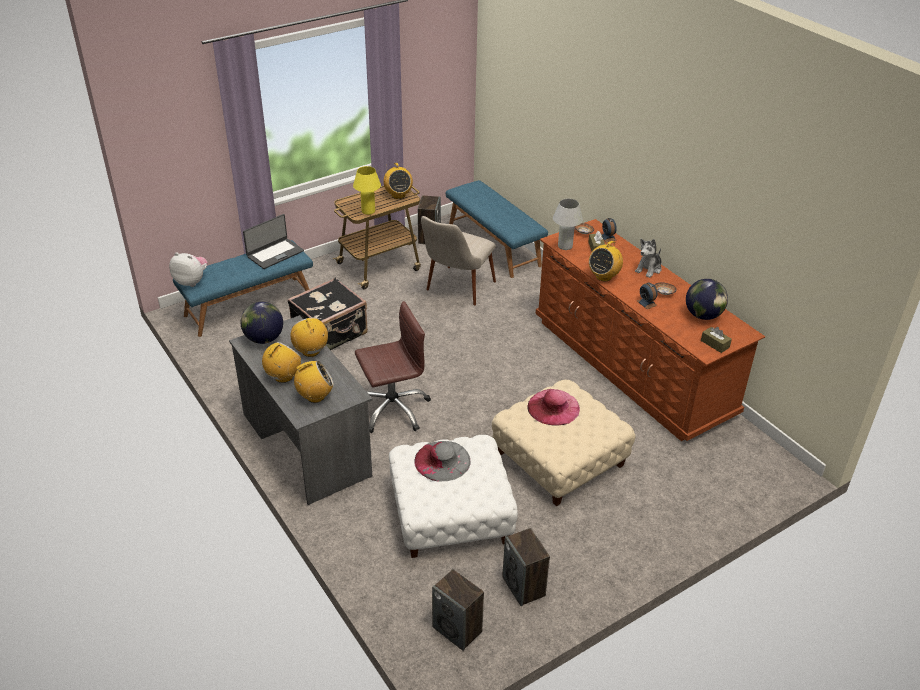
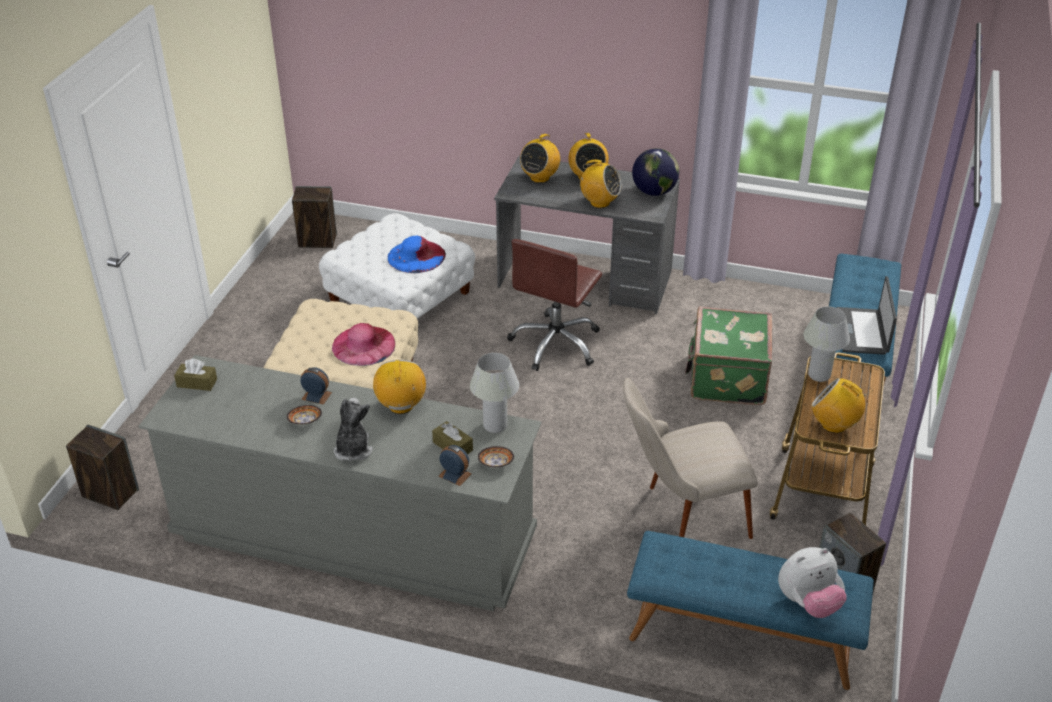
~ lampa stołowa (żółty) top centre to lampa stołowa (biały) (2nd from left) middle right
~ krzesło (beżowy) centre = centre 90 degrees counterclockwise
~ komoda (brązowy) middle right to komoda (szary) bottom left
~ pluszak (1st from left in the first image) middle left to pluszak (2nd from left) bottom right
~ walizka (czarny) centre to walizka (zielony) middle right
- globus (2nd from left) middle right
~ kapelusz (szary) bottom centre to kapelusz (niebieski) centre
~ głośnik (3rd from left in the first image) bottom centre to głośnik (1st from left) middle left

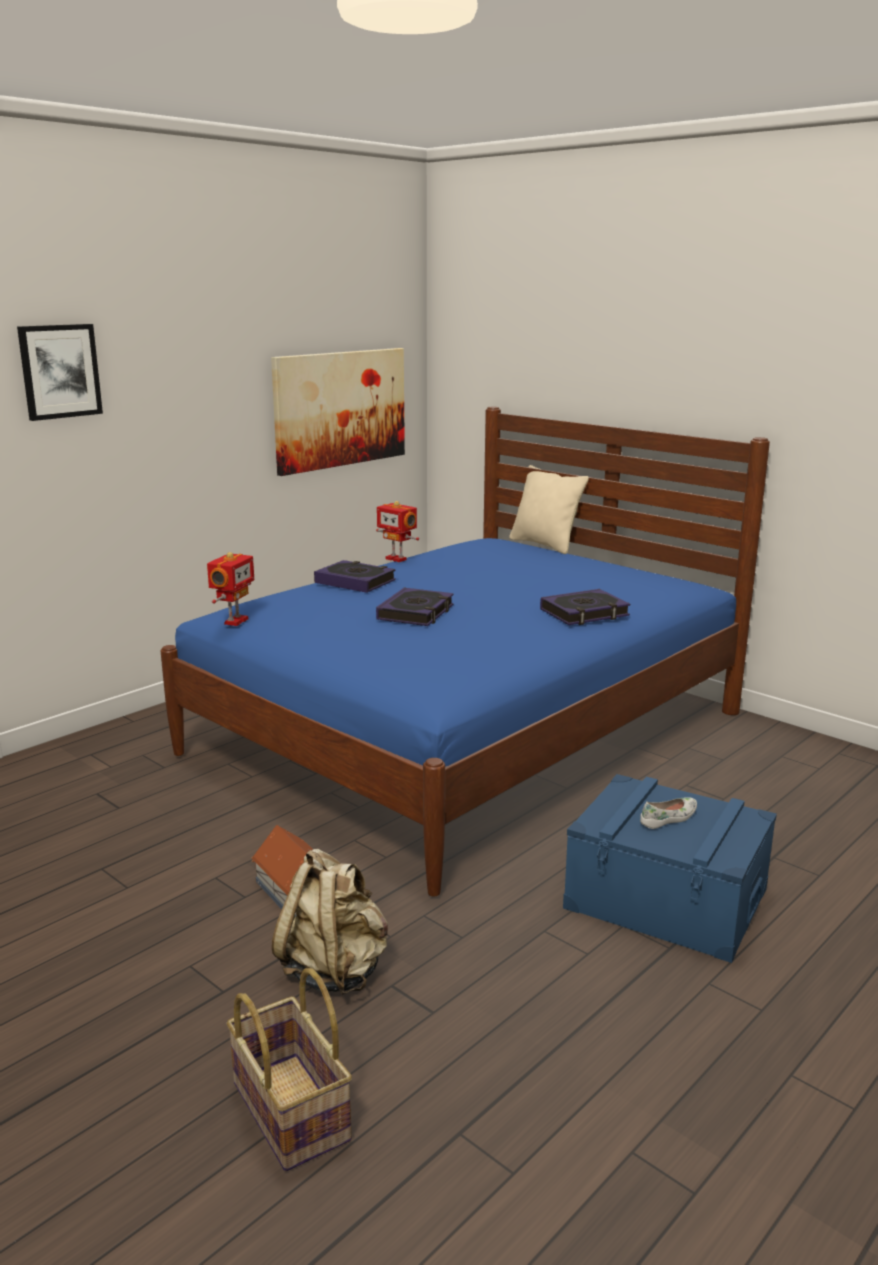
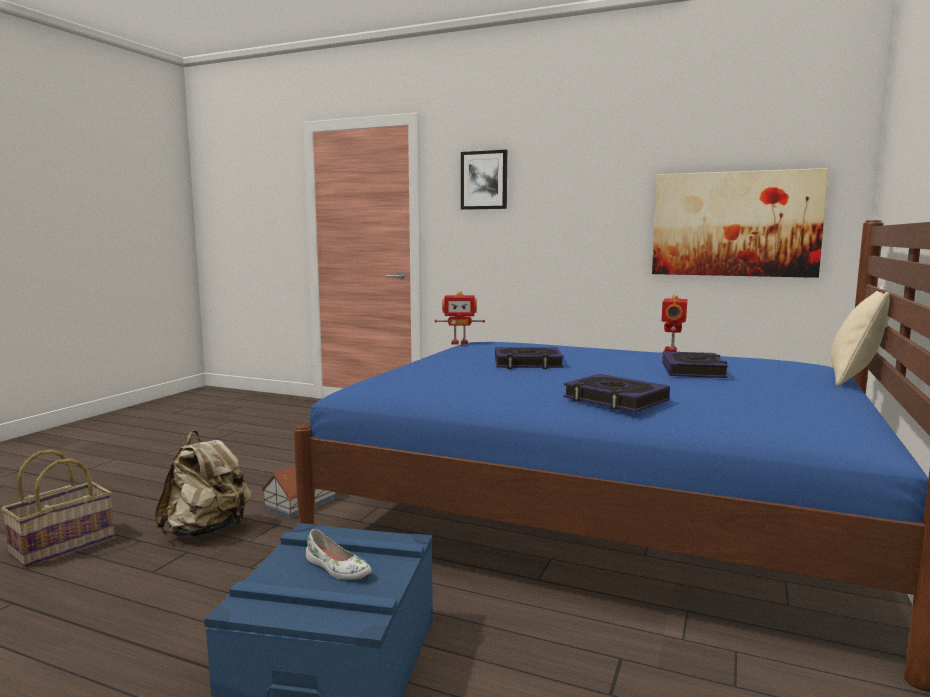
~ książka (1st from left in the first image) centre to książka (3rd from left) middle right

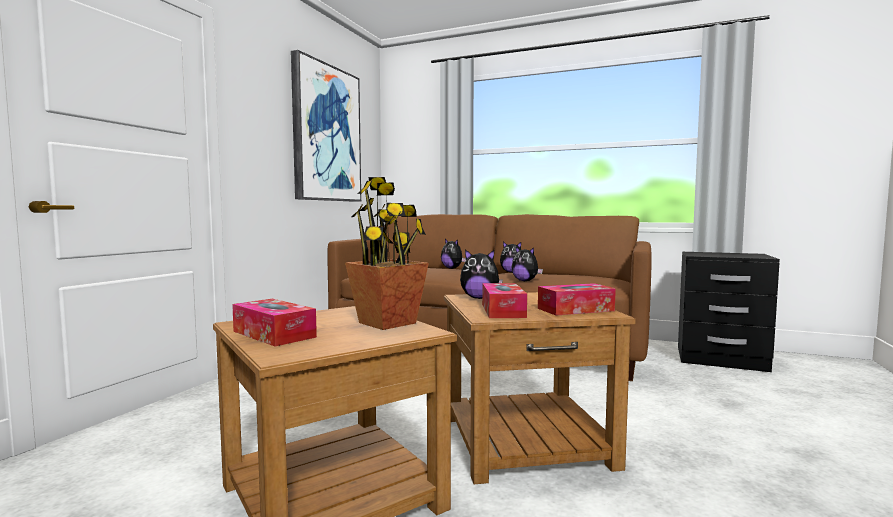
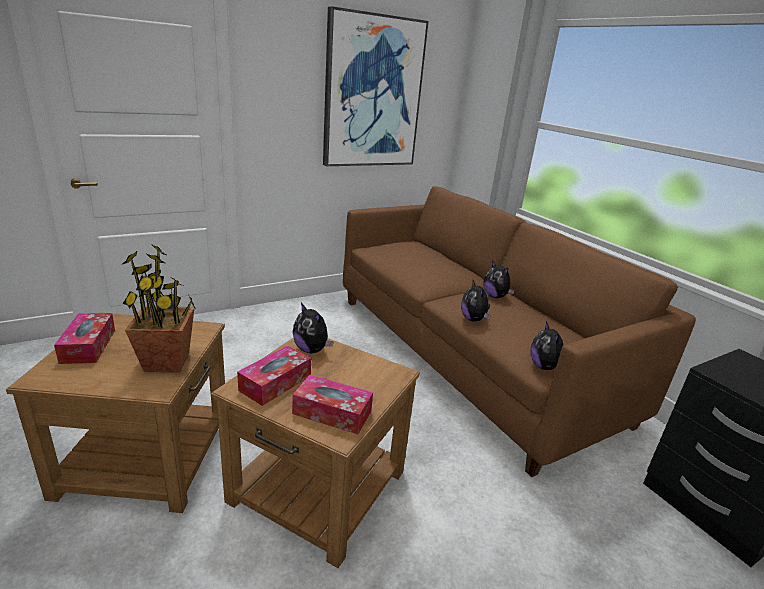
~ pluszak (1st from left in the first image) centre to pluszak (4th from left) middle right

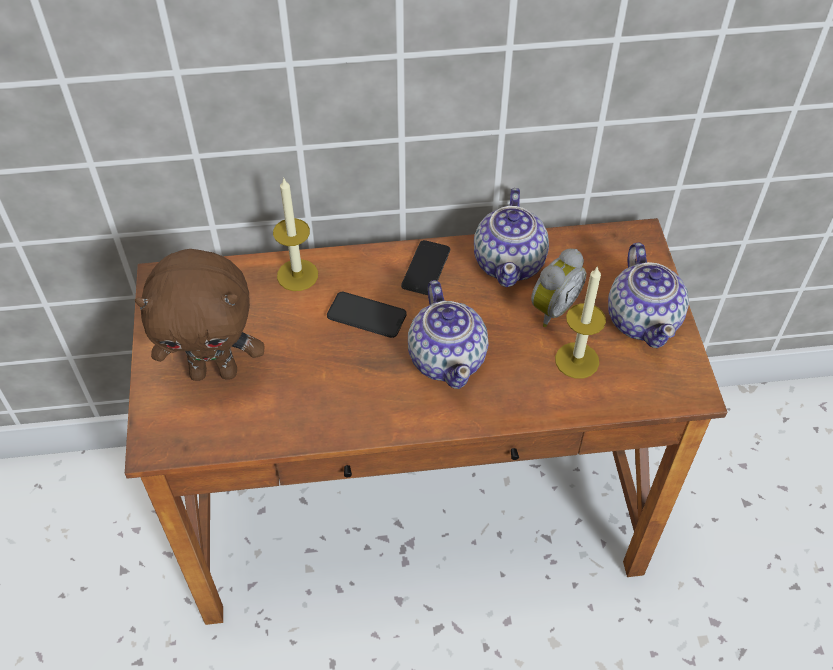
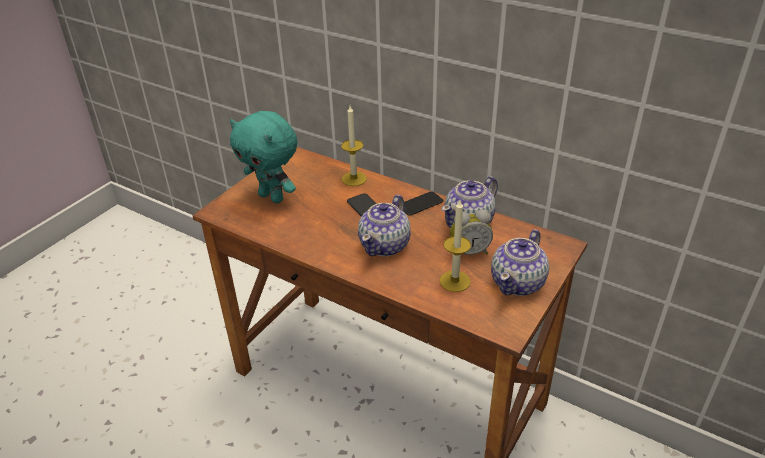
~ pluszak (brązowy) middle left to pluszak (turkusowy) centre

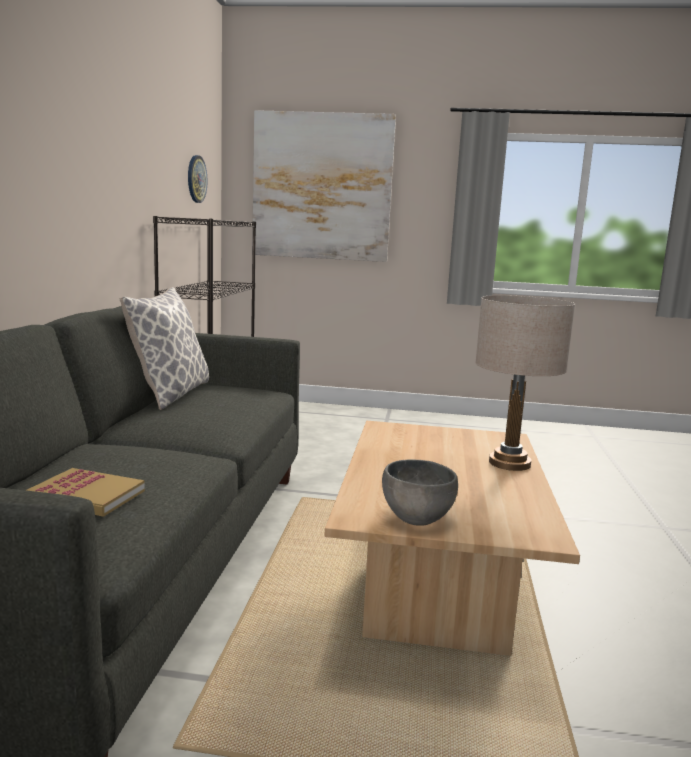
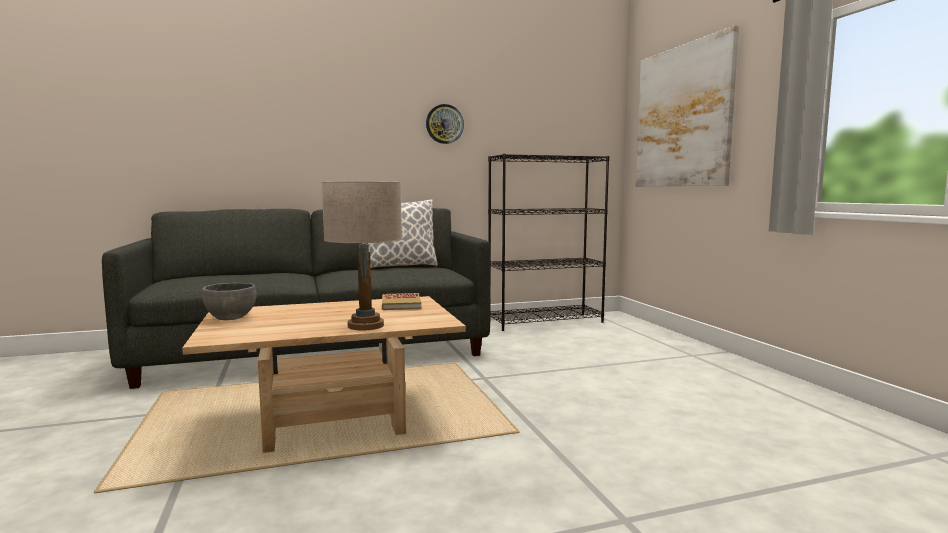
~ zegar ścienny top left to top centre
~ książka middle left to centre

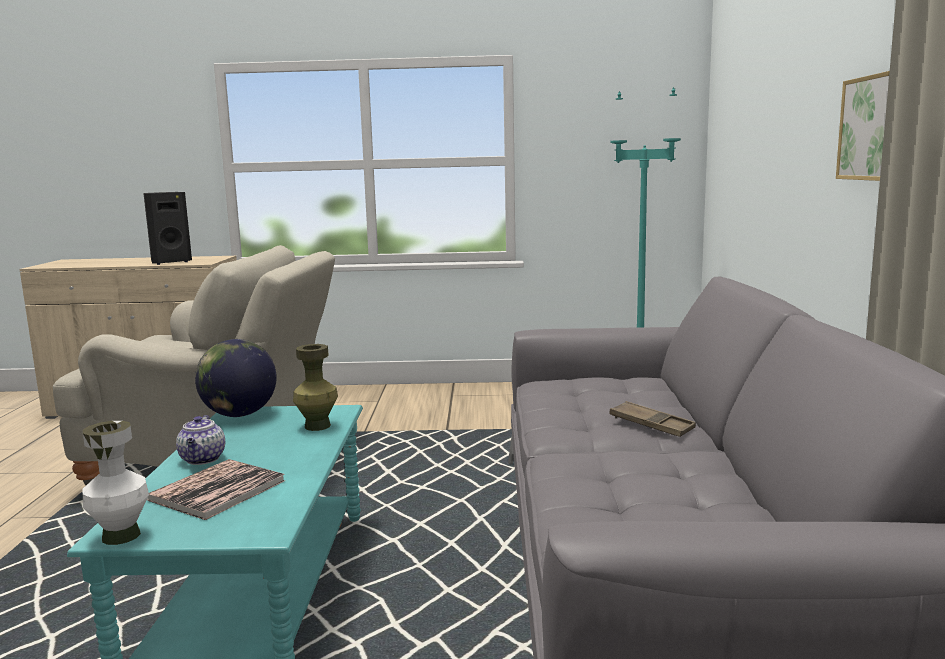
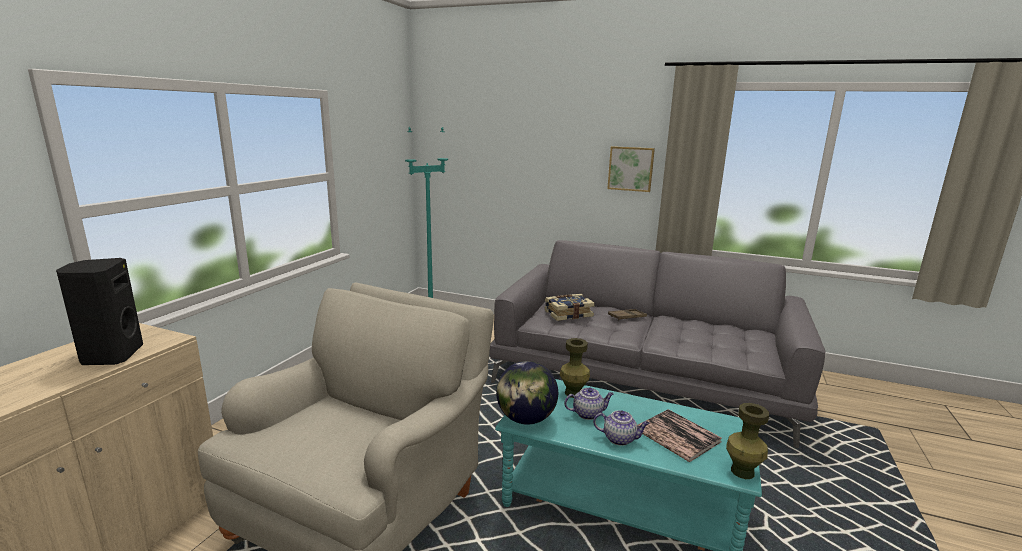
~ wazon (biały) bottom left to wazon (zielony) (2nd from left) bottom right
+ książka (1st from left) centre
+ imbryk (1st from left) bottom centre

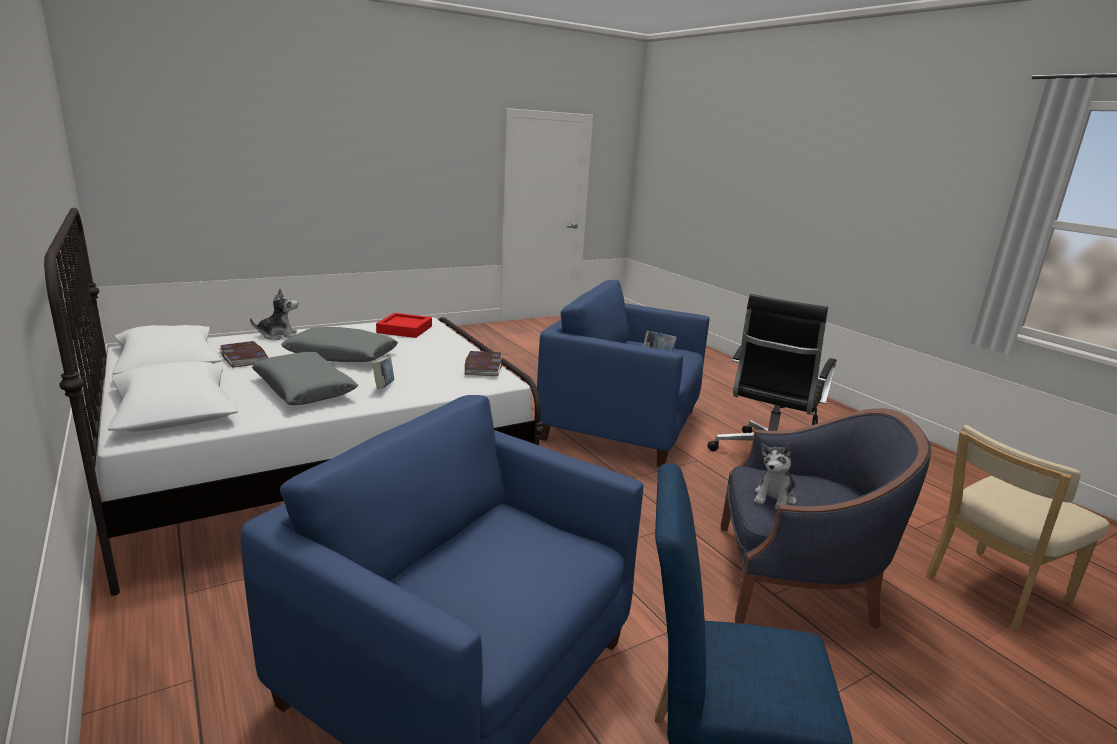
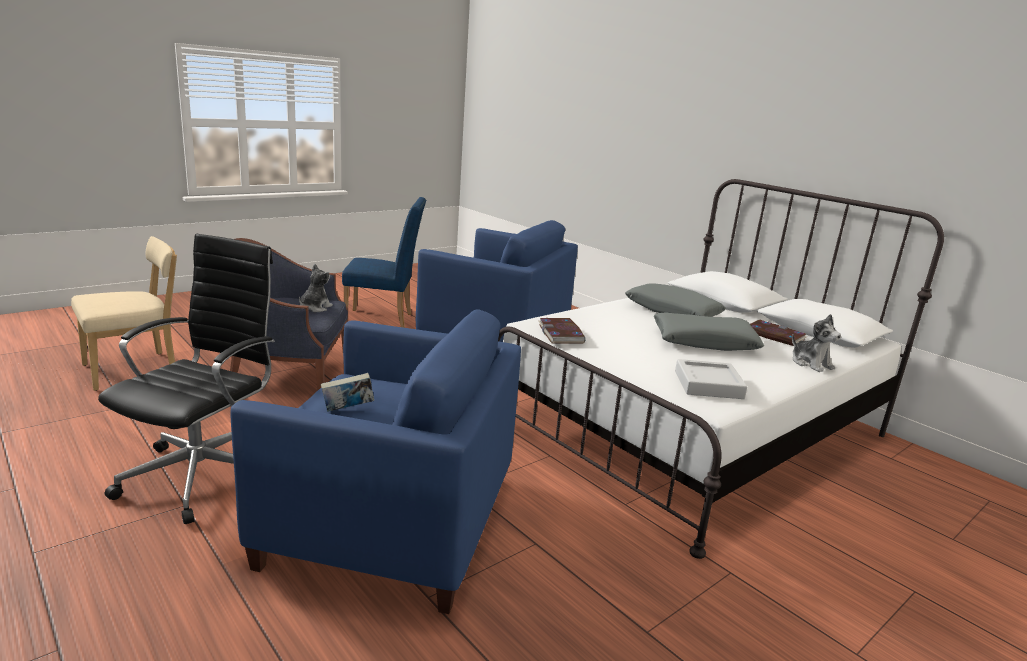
~ pluszak (1st from left in the first image) middle left = middle right 90 degrees counterclockwise
~ taca (czerwony) centre to taca (szary) middle right
- książka (2nd from left) centre

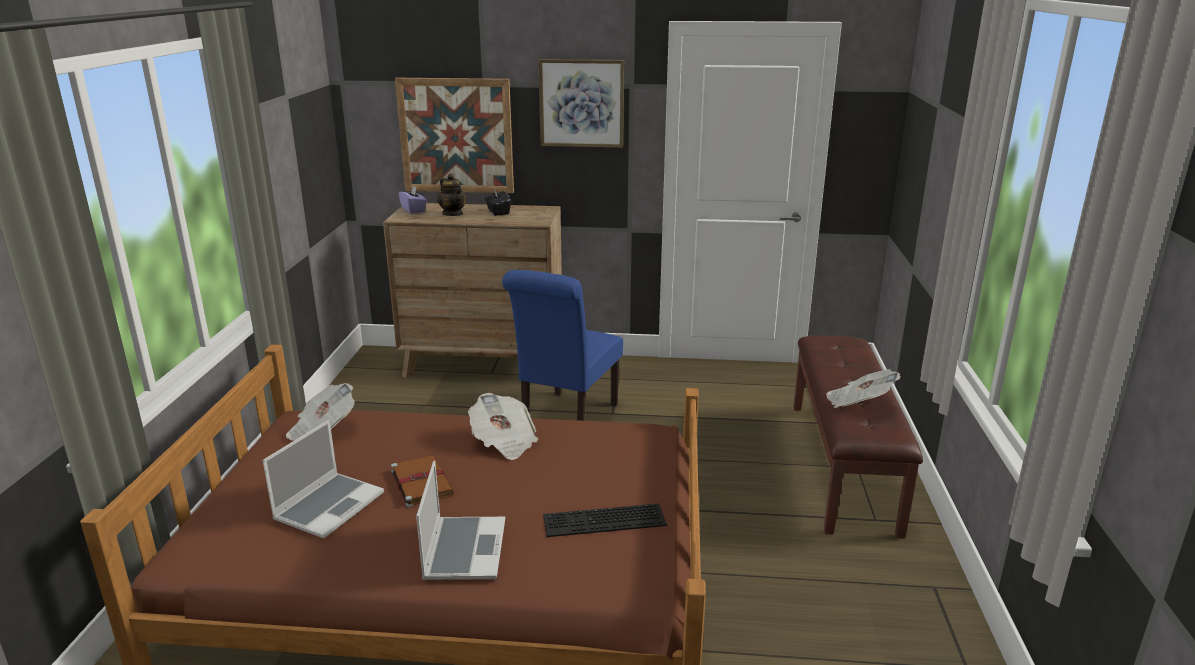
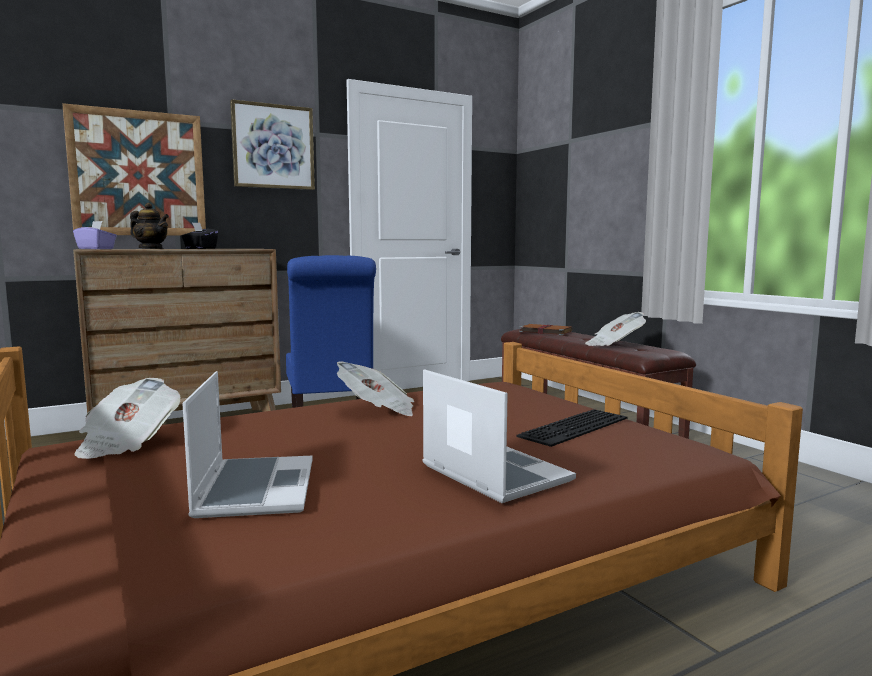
~ książka (brązowy) bottom centre to centre

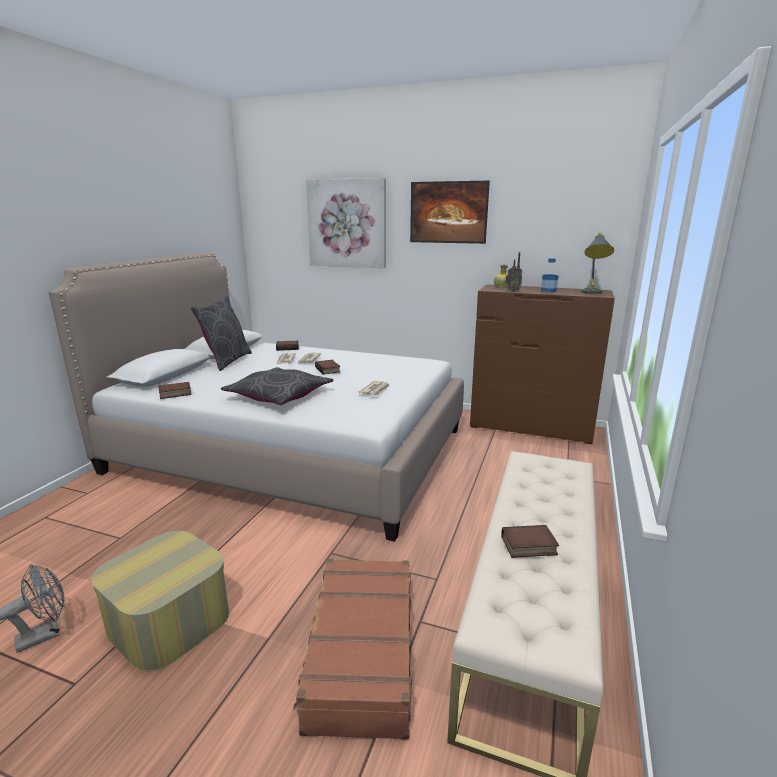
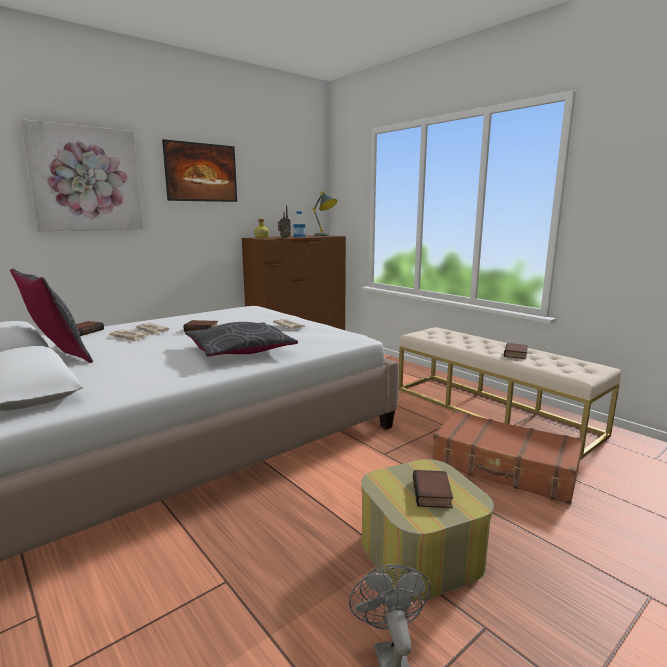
~ książka (1st from left in the first image) middle left to książka (3rd from left) bottom centre

